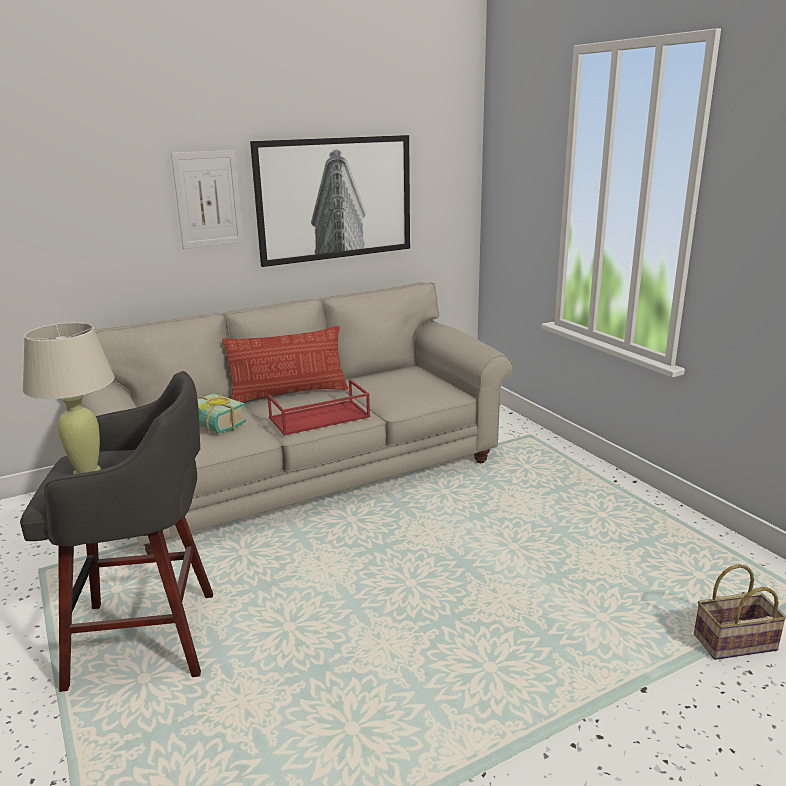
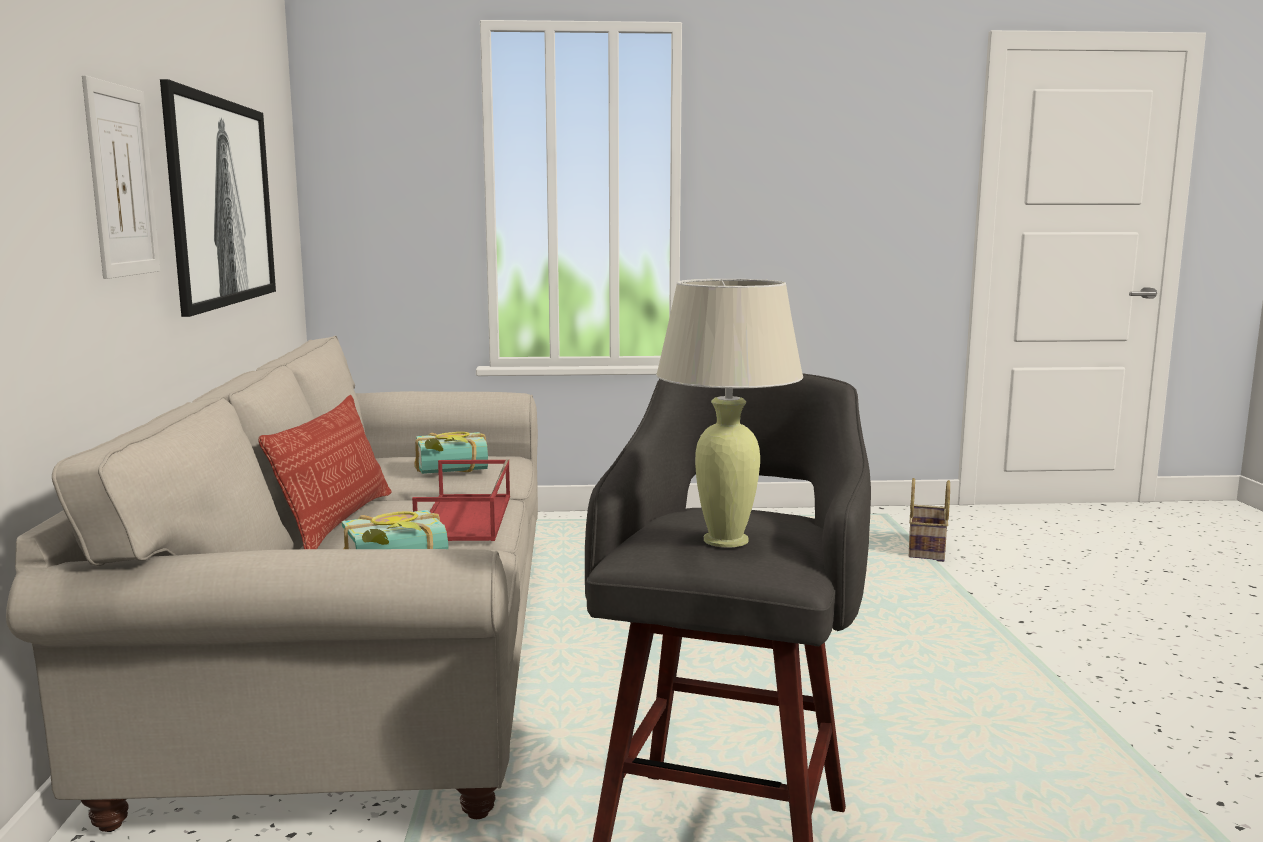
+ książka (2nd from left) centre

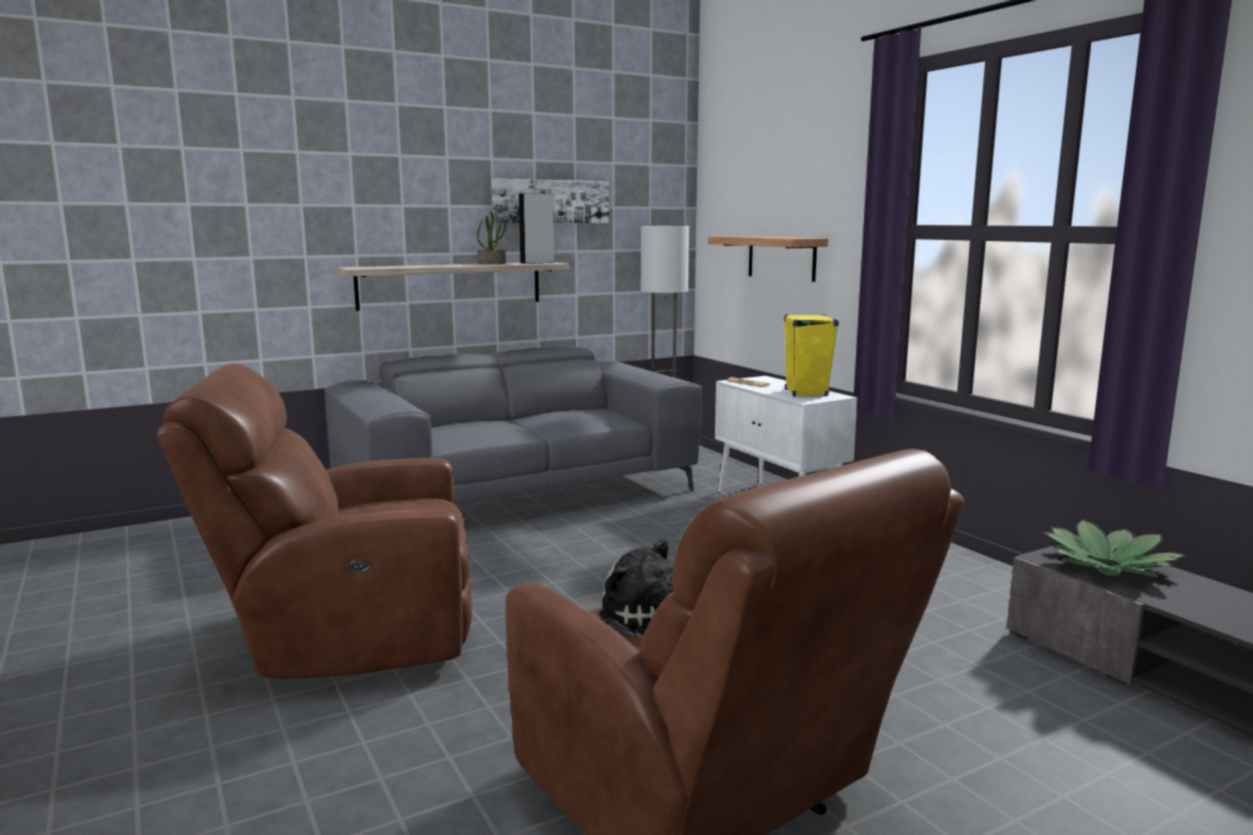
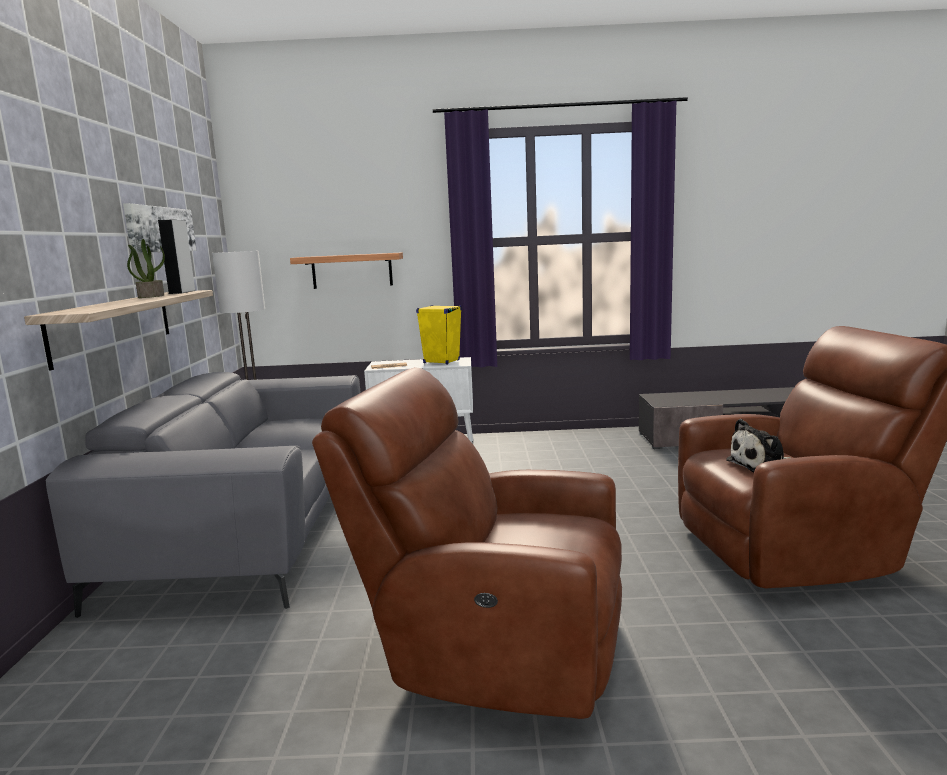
~ fotel (brązowy) (1st from left) middle left = bottom centre 90 degrees clockwise
- roślina doniczkowa (2nd from left) middle right

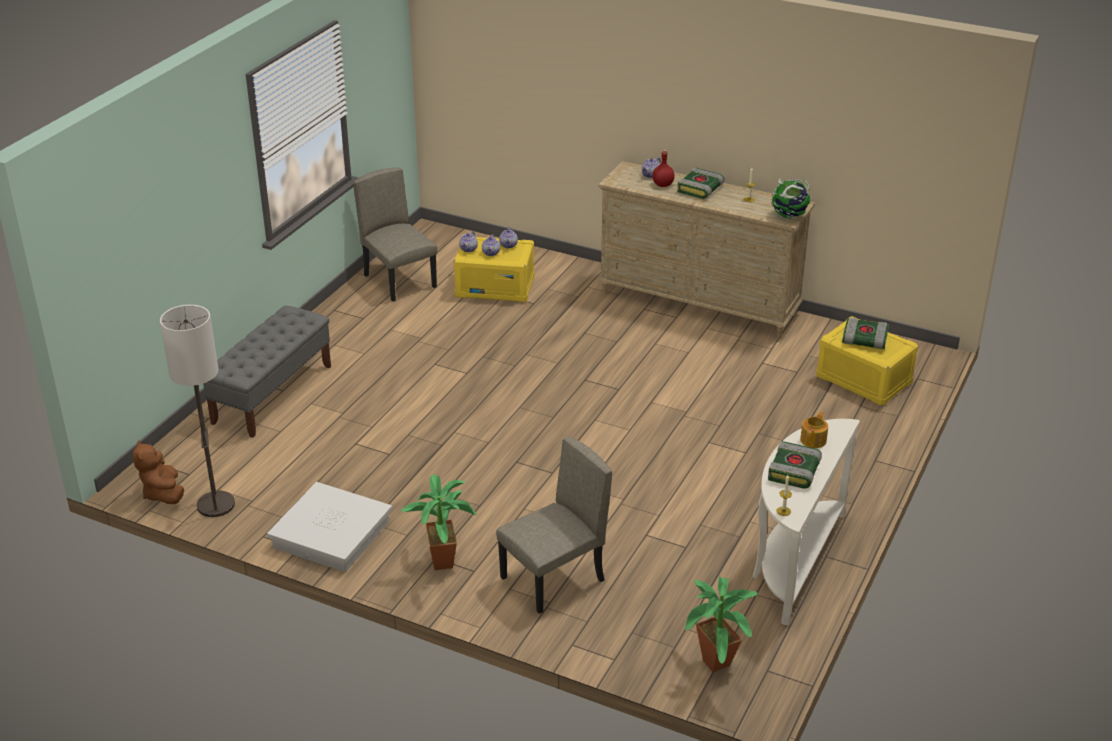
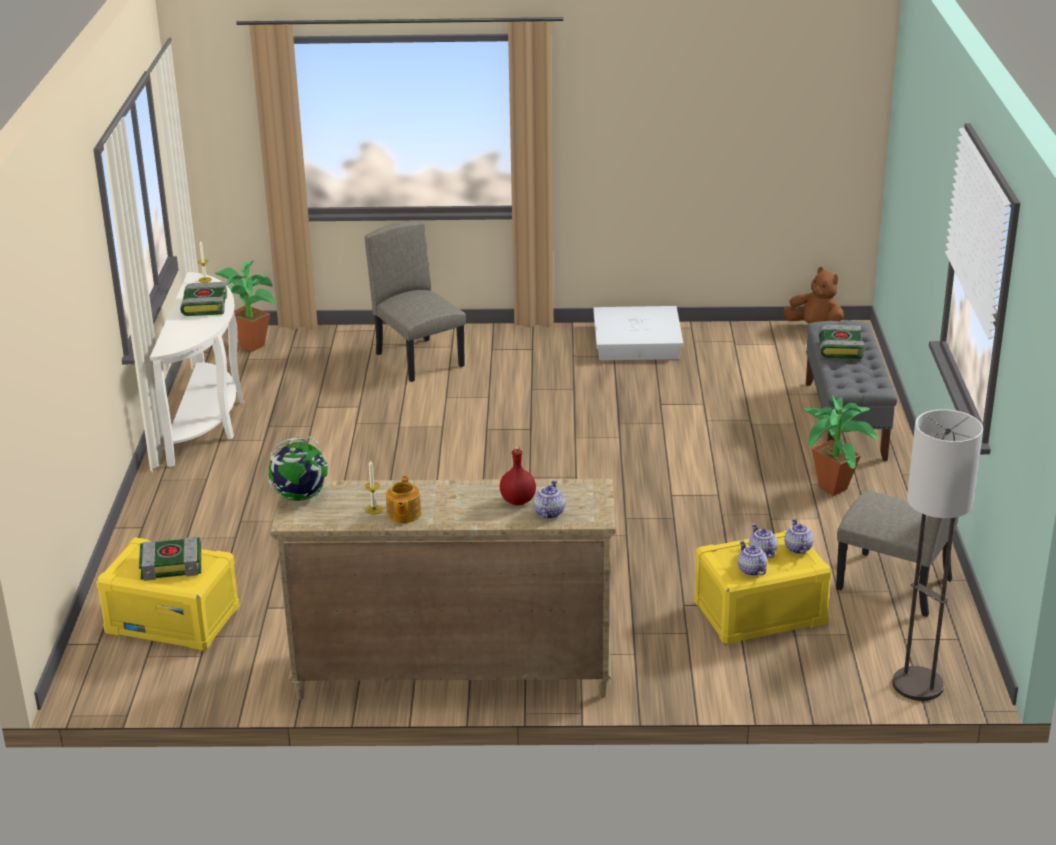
~ książka (1st from left in the first image) top centre to książka (3rd from left) middle right
~ lampa stojąca middle left to middle right
~ imbryk (5th from left in the first image) middle right to imbryk (1st from left) centre
~ krzesło (beżowy) (2nd from left in the first image) bottom centre = centre 120 degrees clockwise
~ roślina doniczkowa (1st from left in the first image) bottom centre to roślina doniczkowa (2nd from left) middle right

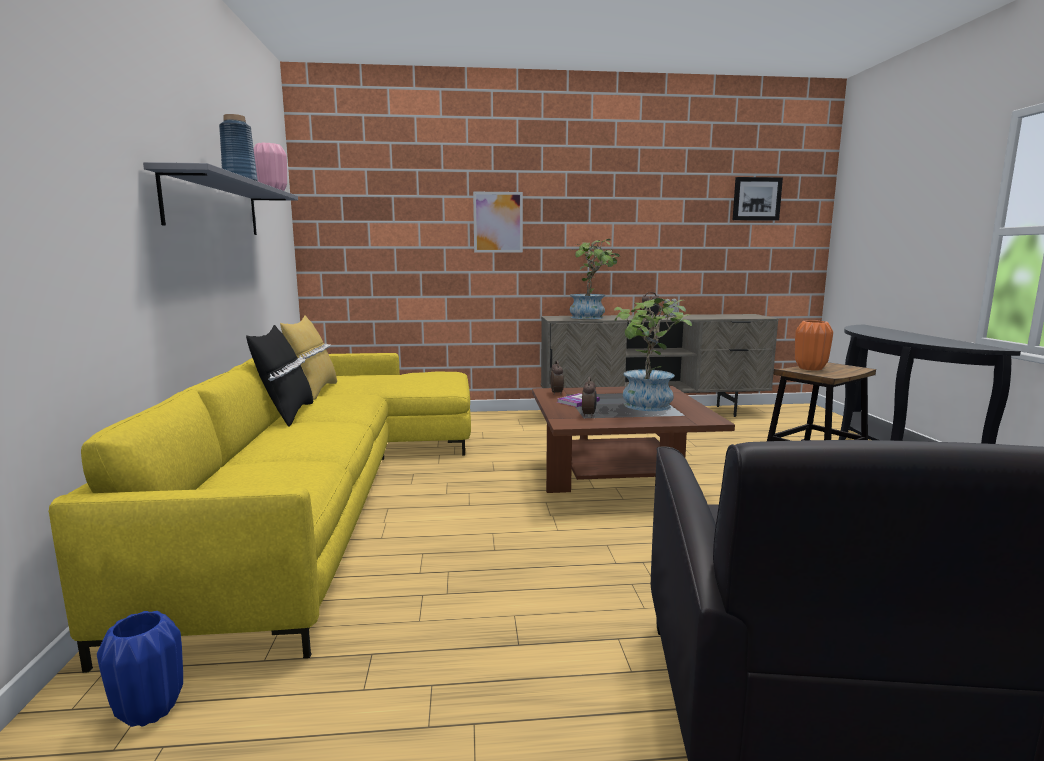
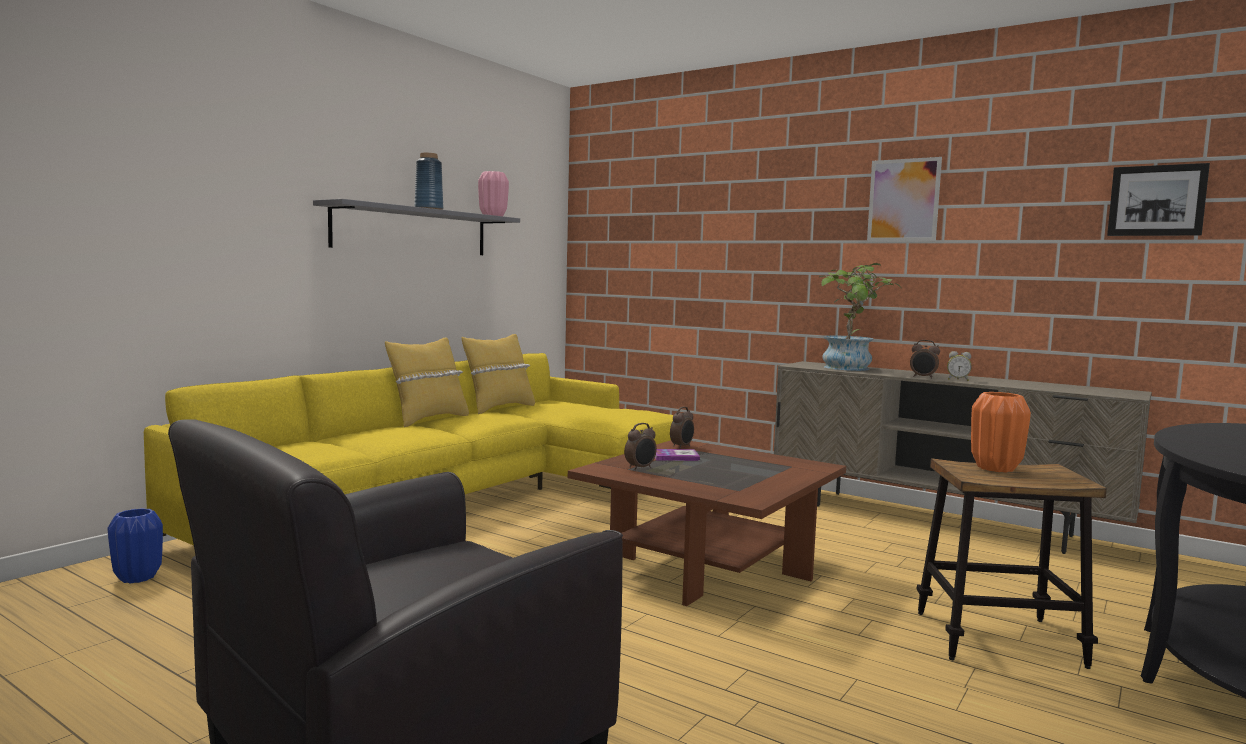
~ obraz (1st from left) top centre to top right
- roślina doniczkowa (2nd from left) centre
~ poduszka (czarny) middle left to poduszka (żółty) (1st from left) centre

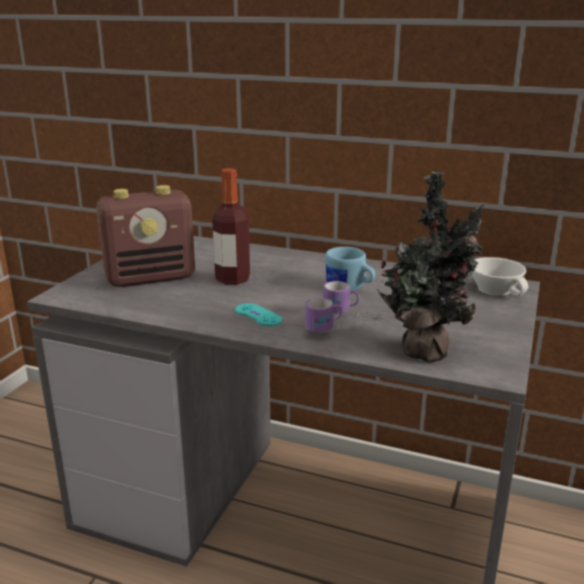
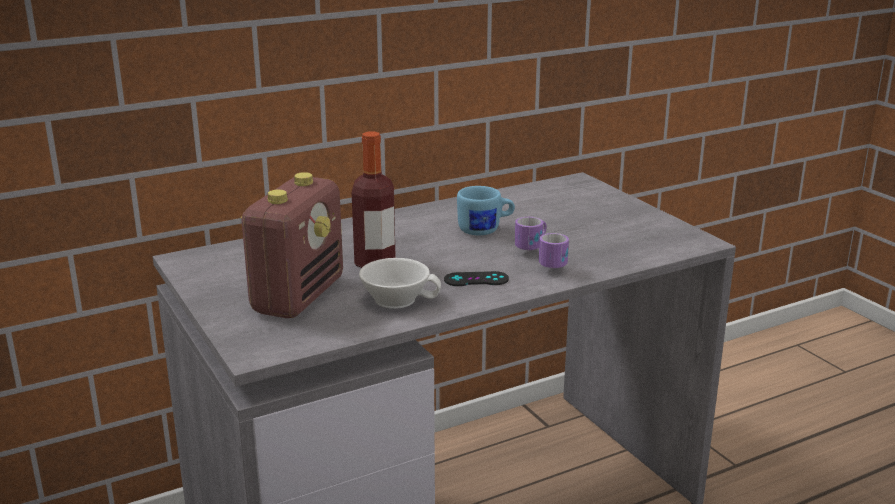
- roślina doniczkowa middle right
~ filiżanka (biały) middle right to centre
~ pad do gier (turkusowy) centre to pad do gier (czarny) centre

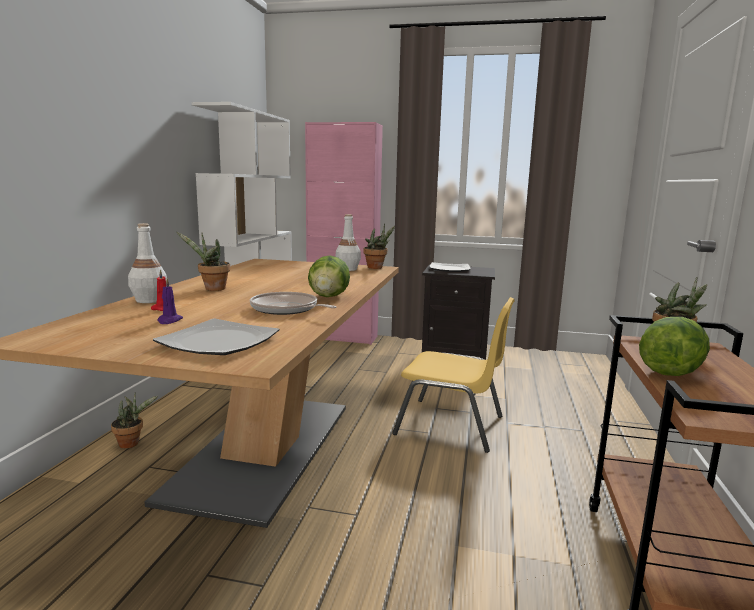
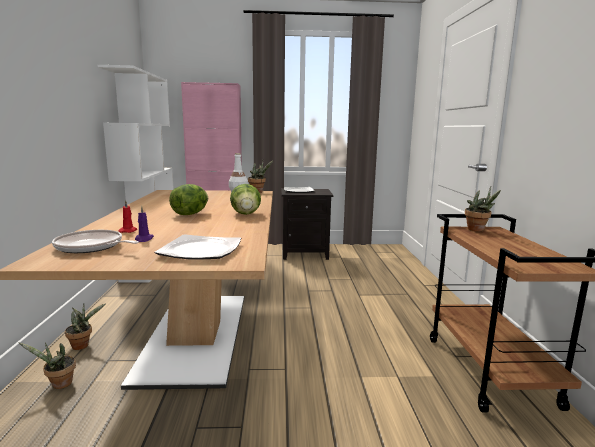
- butelka (biały) (1st from left) middle left
~ roślina doniczkowa (2nd from left in the first image) middle left to roślina doniczkowa (1st from left) bottom left
~ patelnia centre to middle left
- krzesło (żółty) centre
~ sałata (2nd from left in the first image) middle right to sałata (1st from left) middle left

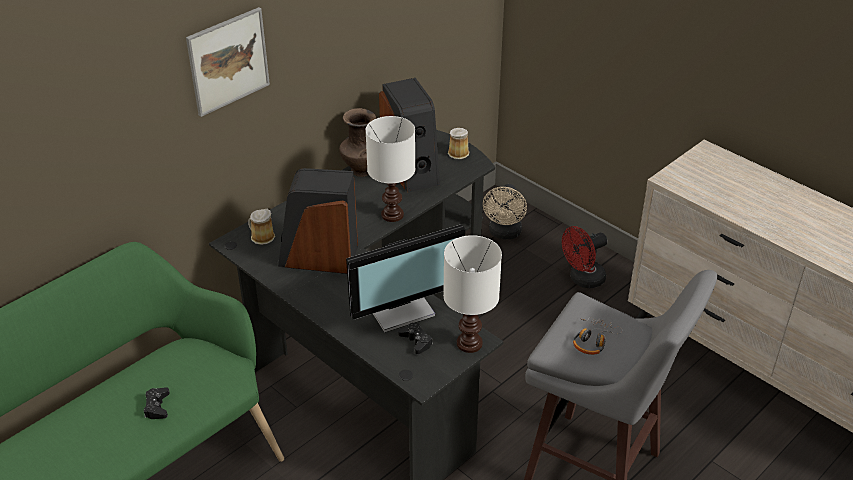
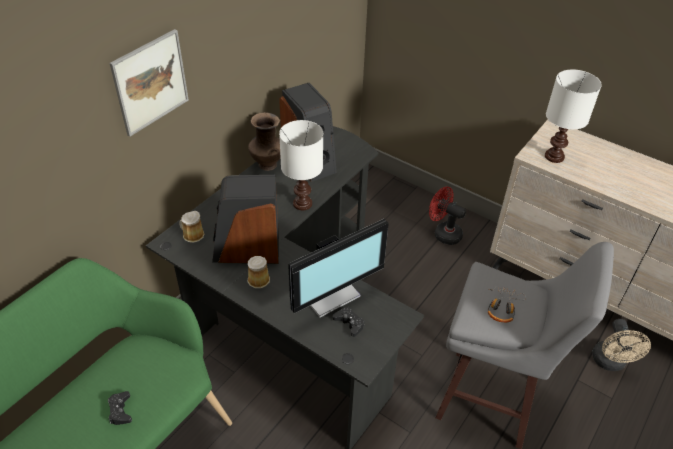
~ kubek (2nd from left) top centre to centre
~ wentylator (beżowy) centre to bottom right
~ wentylator (czerwony) middle right = centre 75 degrees clockwise
~ lampa stołowa (biały) (2nd from left) centre to top right

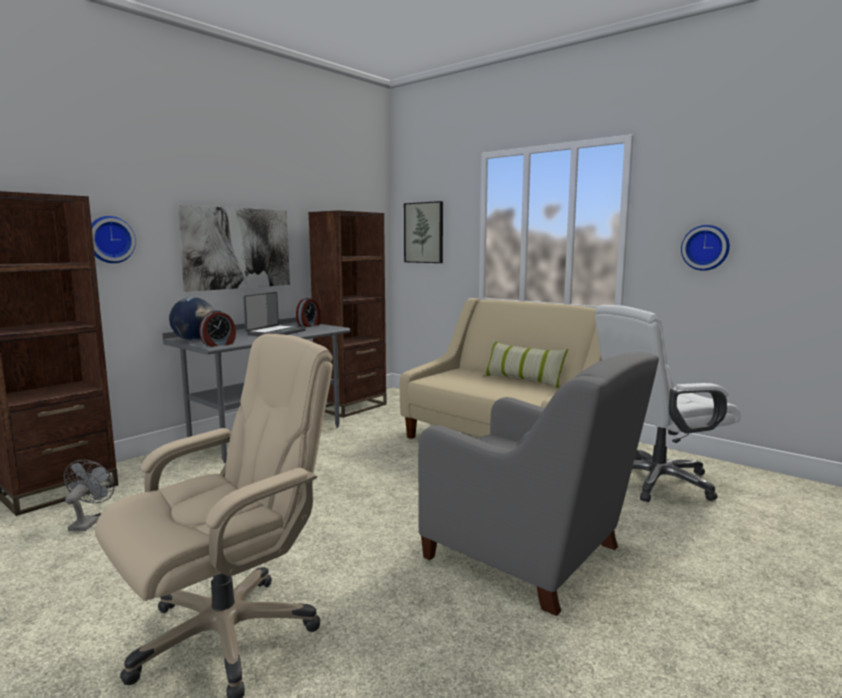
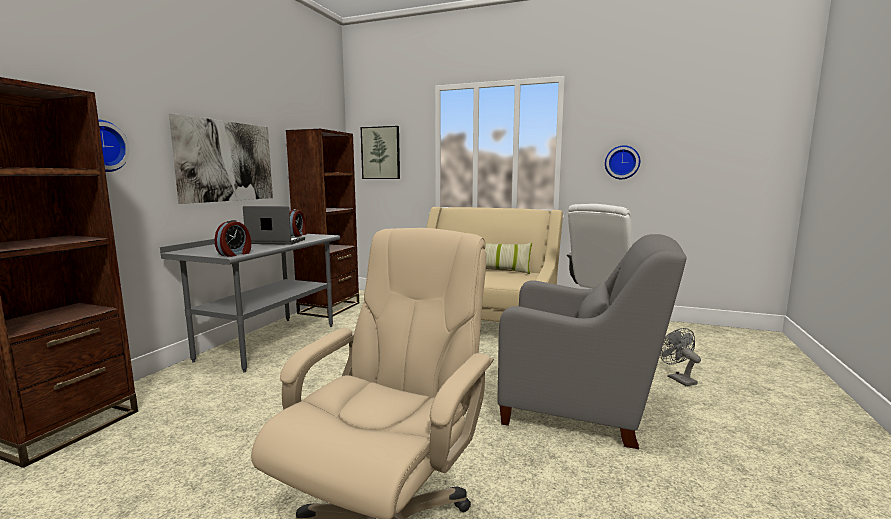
~ laptop middle left = middle left 90 degrees counterclockwise
- globus middle left
~ wentylator (szary) bottom left to bottom right

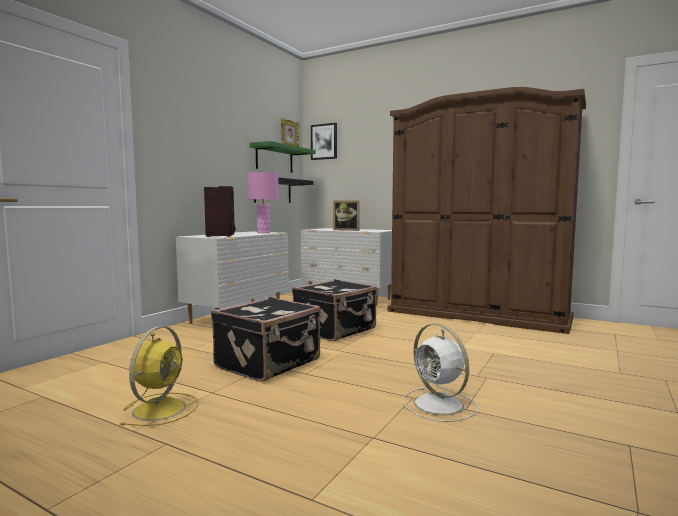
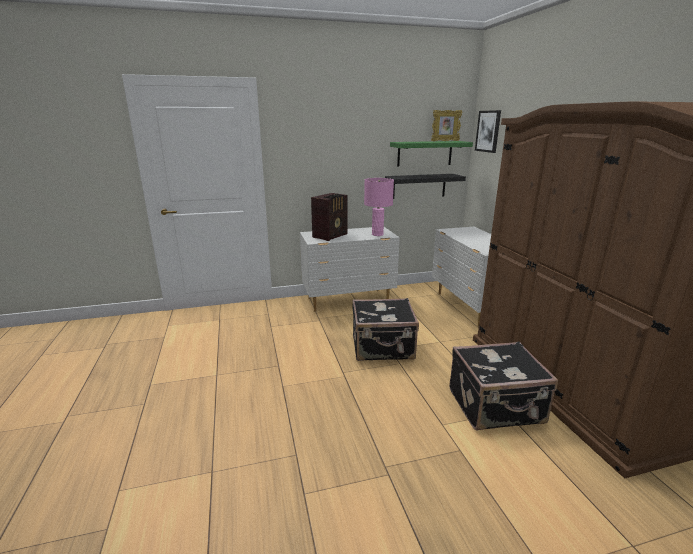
- ramka na zdjęcie (2nd from left) centre
~ walizka (czarny) (1st from left in the first image) centre to walizka (czarny) (2nd from left) bottom right
- wentylator (biały) bottom centre
- wentylator (żółty) bottom left

